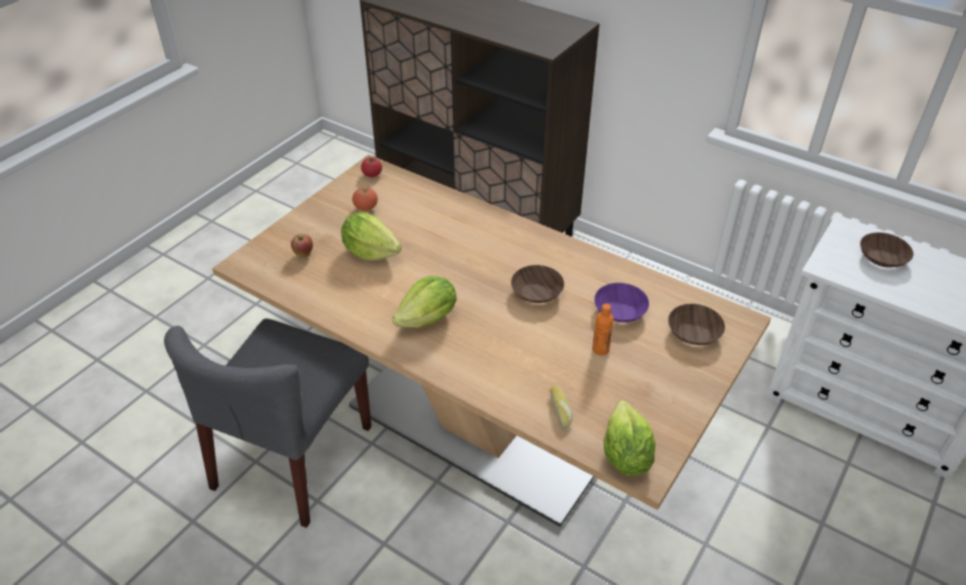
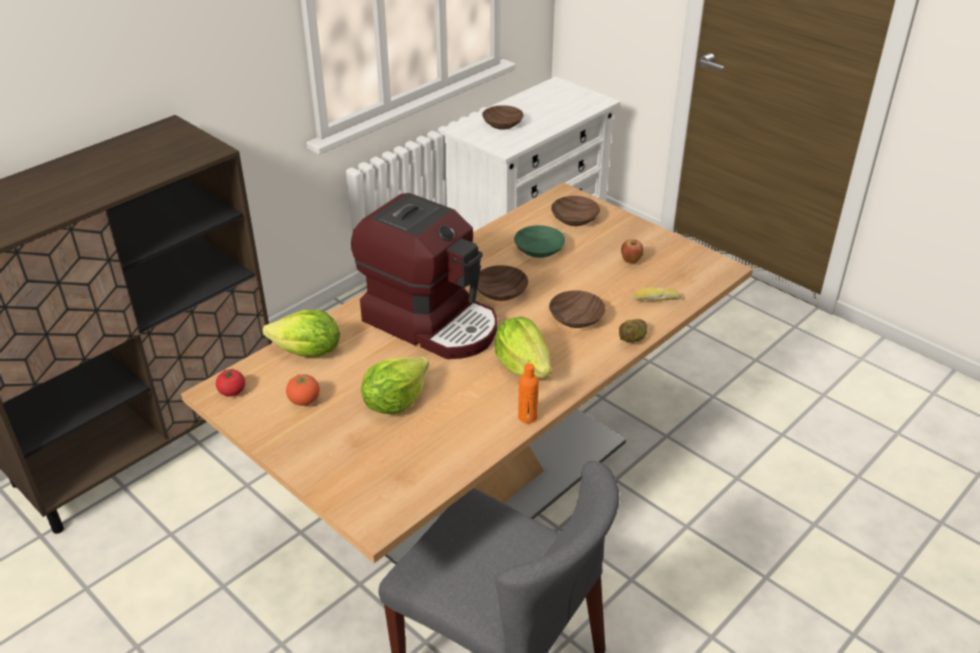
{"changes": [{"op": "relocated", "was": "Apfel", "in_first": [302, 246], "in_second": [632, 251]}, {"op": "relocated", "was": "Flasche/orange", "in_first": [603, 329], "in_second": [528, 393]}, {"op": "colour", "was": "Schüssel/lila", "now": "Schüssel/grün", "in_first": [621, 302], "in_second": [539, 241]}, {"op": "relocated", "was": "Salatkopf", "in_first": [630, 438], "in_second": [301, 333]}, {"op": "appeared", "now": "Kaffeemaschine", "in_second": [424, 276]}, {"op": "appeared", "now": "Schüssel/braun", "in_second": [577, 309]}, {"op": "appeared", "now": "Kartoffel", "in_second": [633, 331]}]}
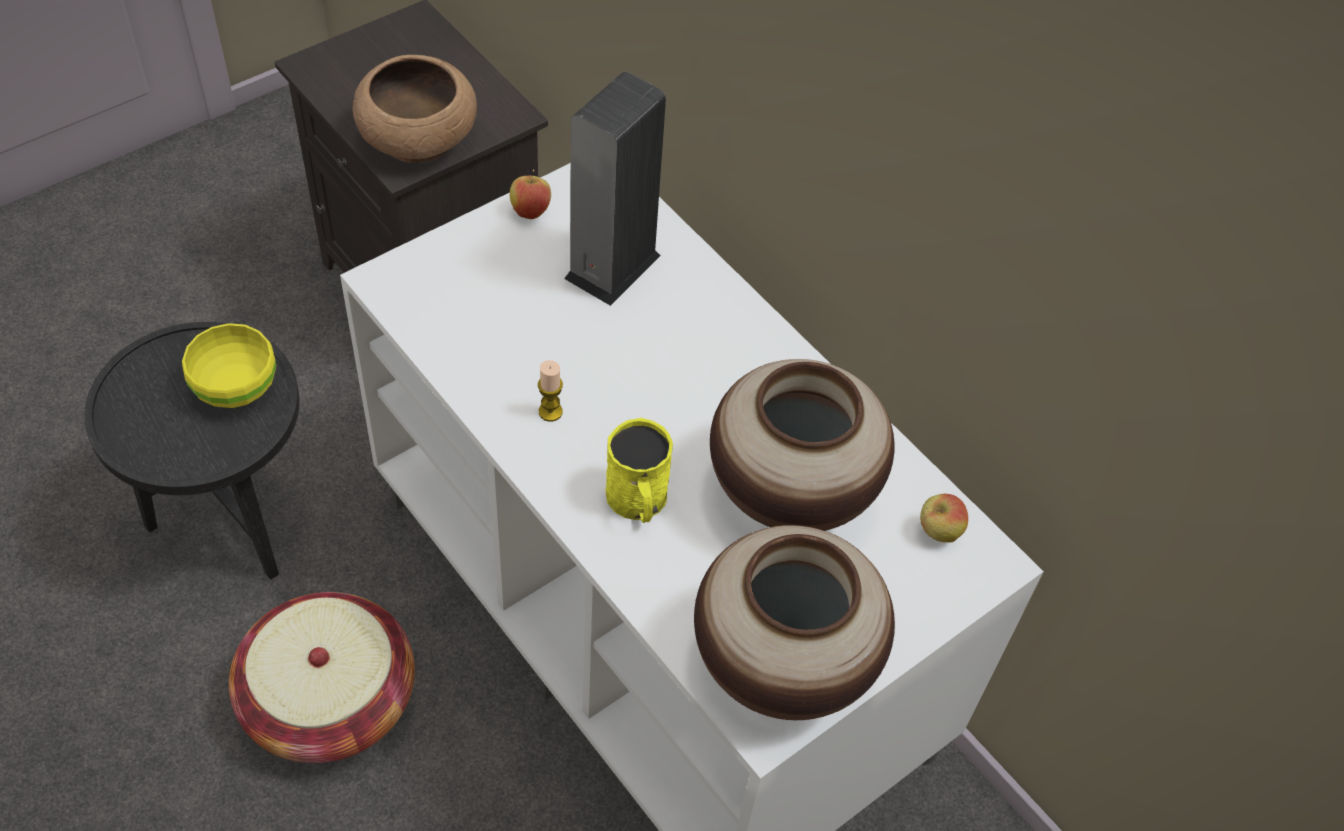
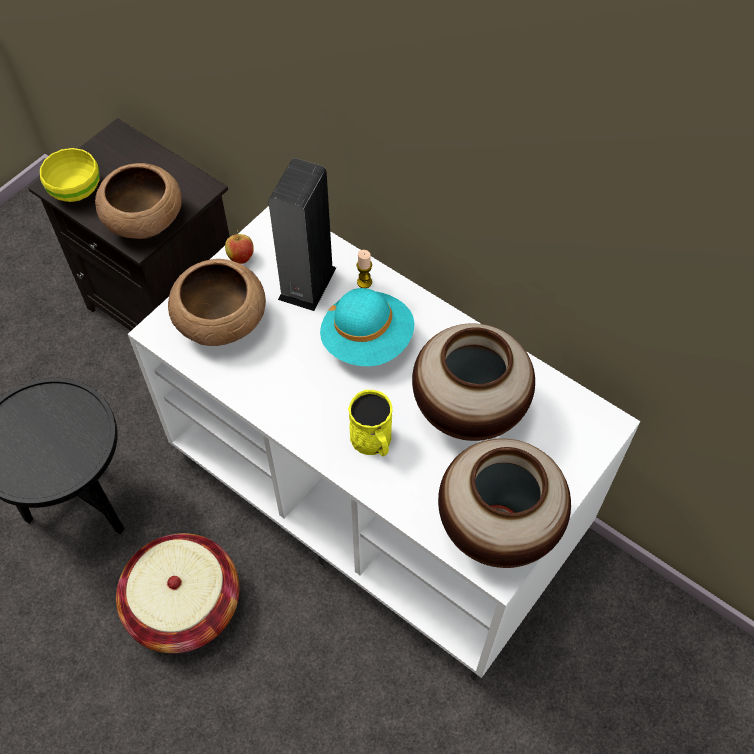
{"changes": [{"op": "relocated", "was": "Schüssel/gelb", "in_first": [229, 365], "in_second": [70, 175]}, {"op": "relocated", "was": "Kerze", "in_first": [550, 390], "in_second": [364, 269]}, {"op": "missing", "was": "Apfel", "in_first": [944, 518]}, {"op": "appeared", "now": "Schüssel/braun", "in_second": [217, 302]}, {"op": "appeared", "now": "Hut/türkis", "in_second": [367, 327]}]}
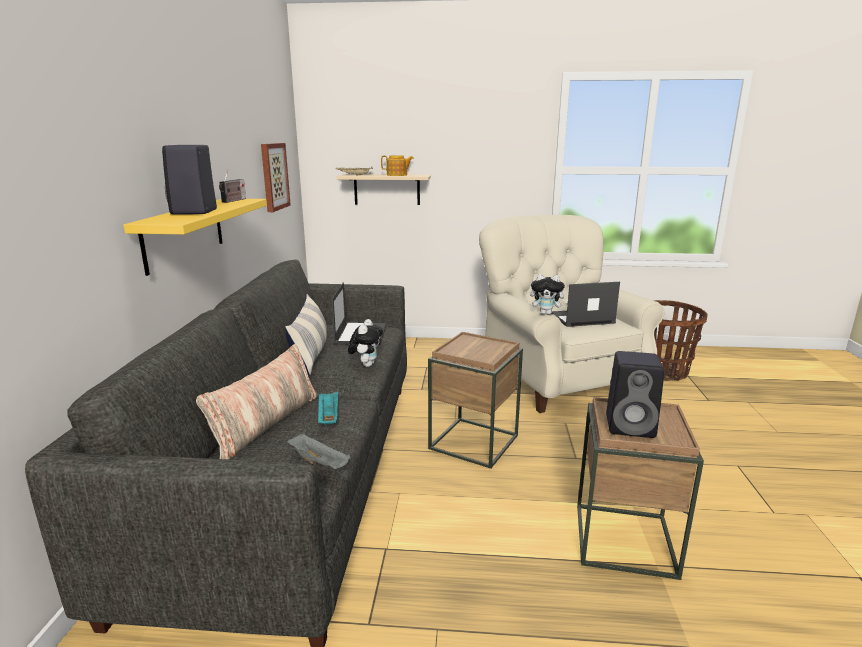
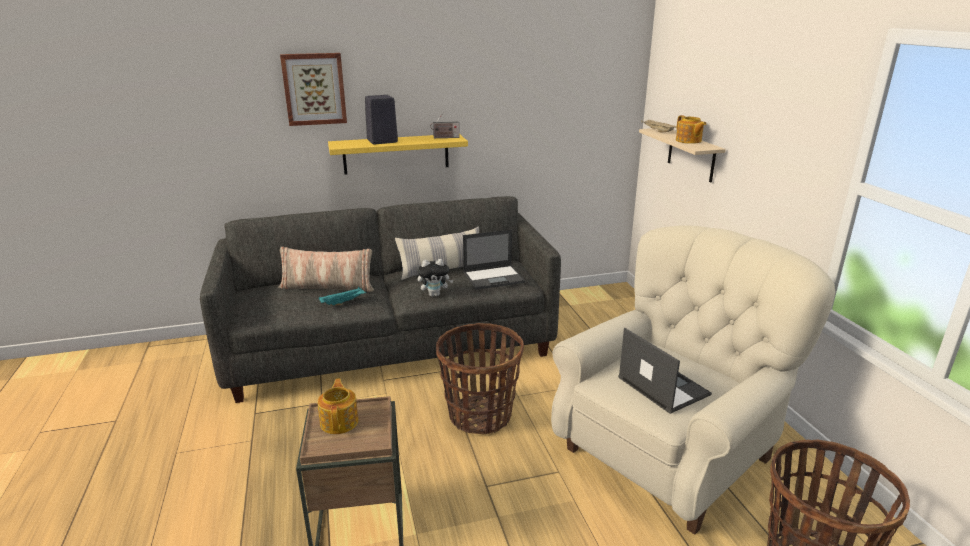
{"changes": [{"op": "relocated", "was": "Bild", "in_first": [276, 177], "in_second": [313, 89]}, {"op": "missing", "was": "Tablett/grau", "in_first": [319, 451]}, {"op": "exchanged", "was": "Beistelltisch/braun", "now": "Korb", "in_first": [475, 400], "in_second": [480, 378]}, {"op": "missing", "was": "Plüschtier", "in_first": [549, 294]}, {"op": "exchanged", "was": "Lautsprecher/schwarz", "now": "Teekanne", "in_first": [635, 394], "in_second": [337, 406]}]}
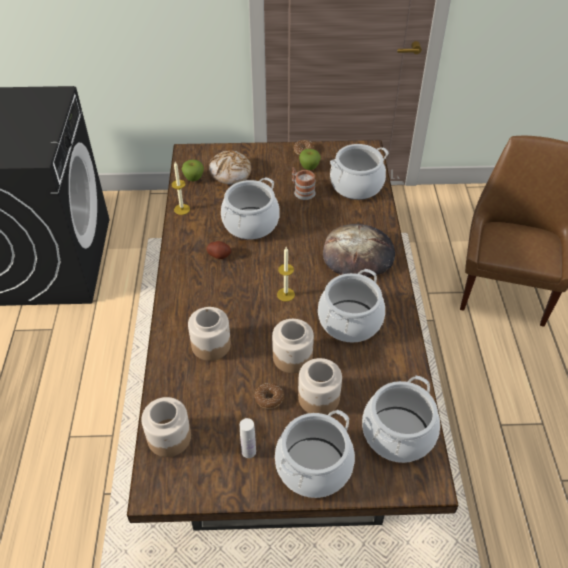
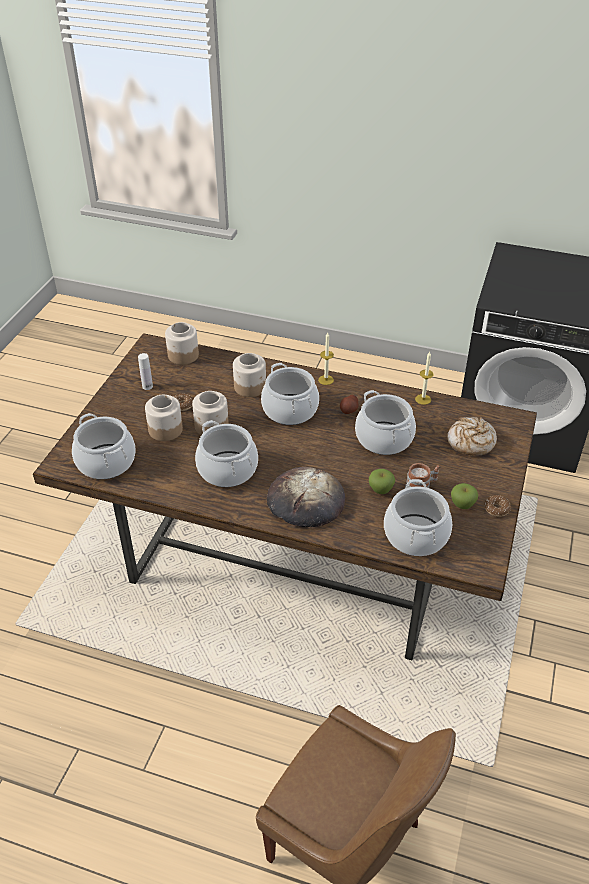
{"changes": [{"op": "relocated", "was": "Apfel", "in_first": [193, 170], "in_second": [382, 481]}, {"op": "relocated", "was": "Kochtopf", "in_first": [315, 454], "in_second": [290, 394]}, {"op": "relocated", "was": "Kerze", "in_first": [286, 274], "in_second": [326, 359]}]}
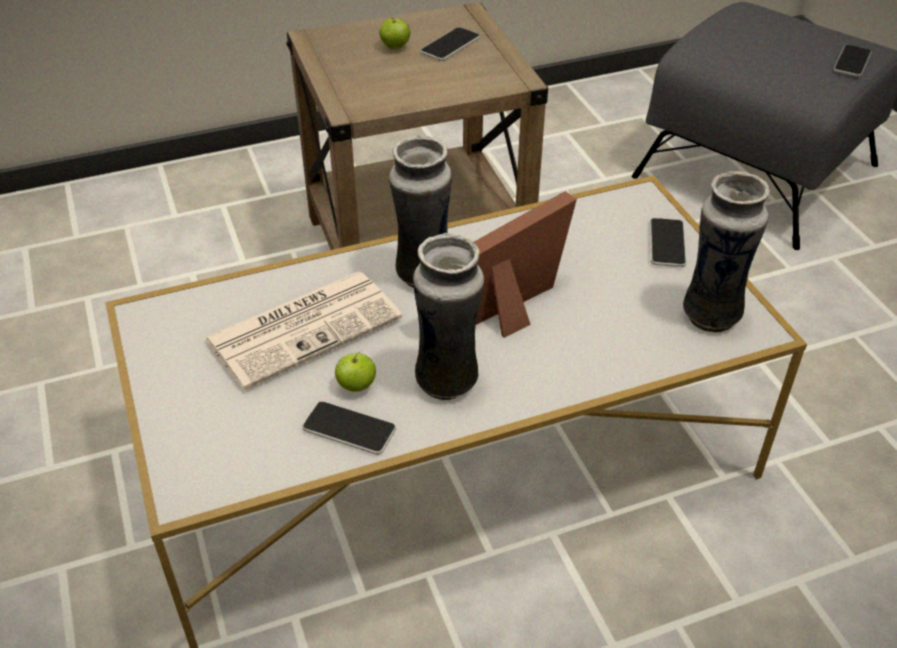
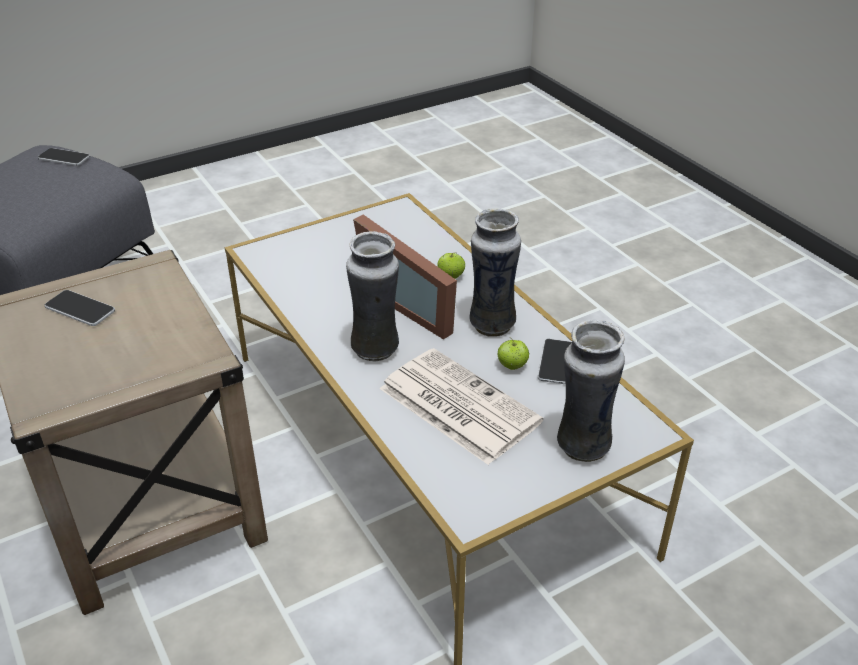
{"changes": [{"op": "relocated", "was": "Apfel", "in_first": [395, 34], "in_second": [451, 265]}, {"op": "missing", "was": "Handy", "in_first": [668, 242]}, {"op": "relocated", "was": "Vase", "in_first": [726, 252], "in_second": [591, 391]}]}
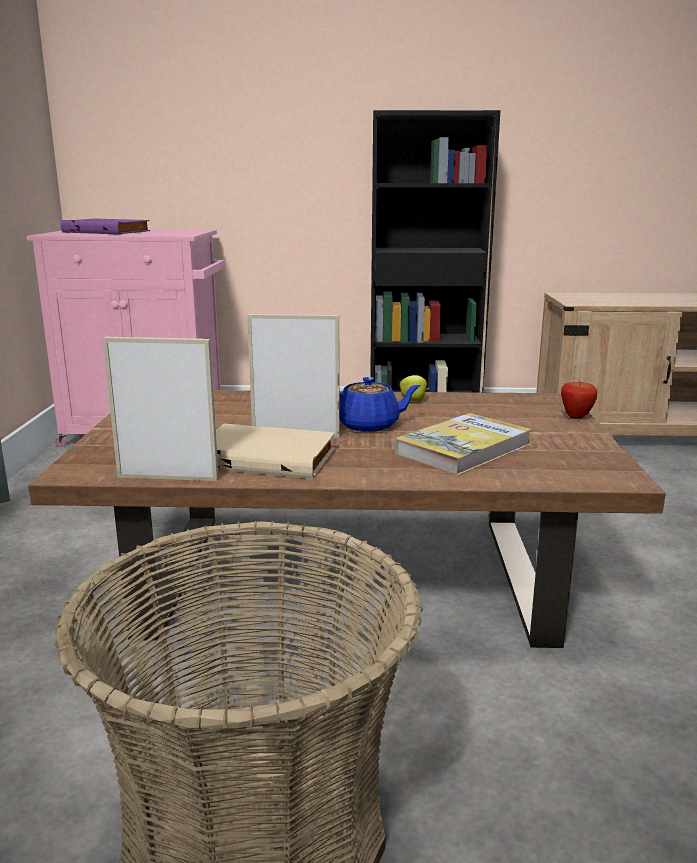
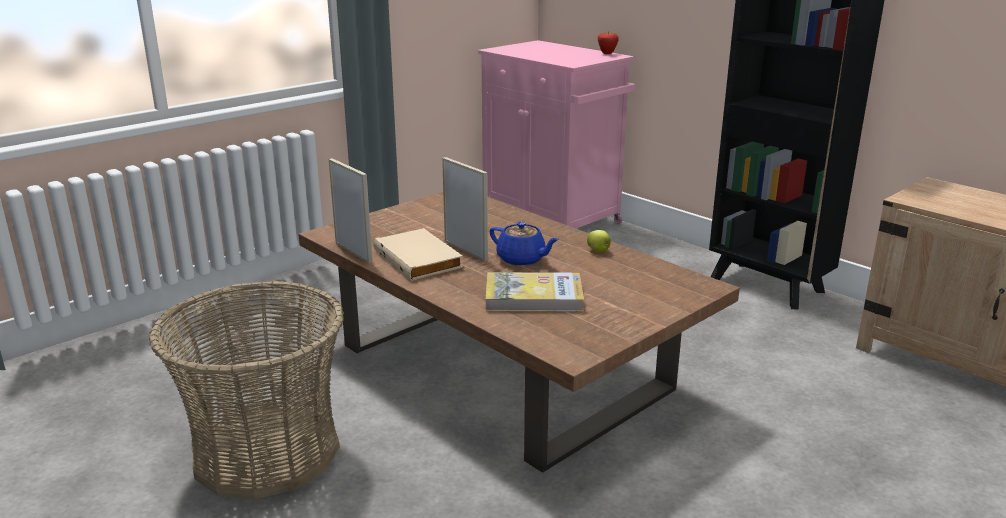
{"changes": [{"op": "missing", "was": "Buch/lila", "in_first": [105, 227]}, {"op": "relocated", "was": "Apfel", "in_first": [579, 400], "in_second": [608, 43]}]}
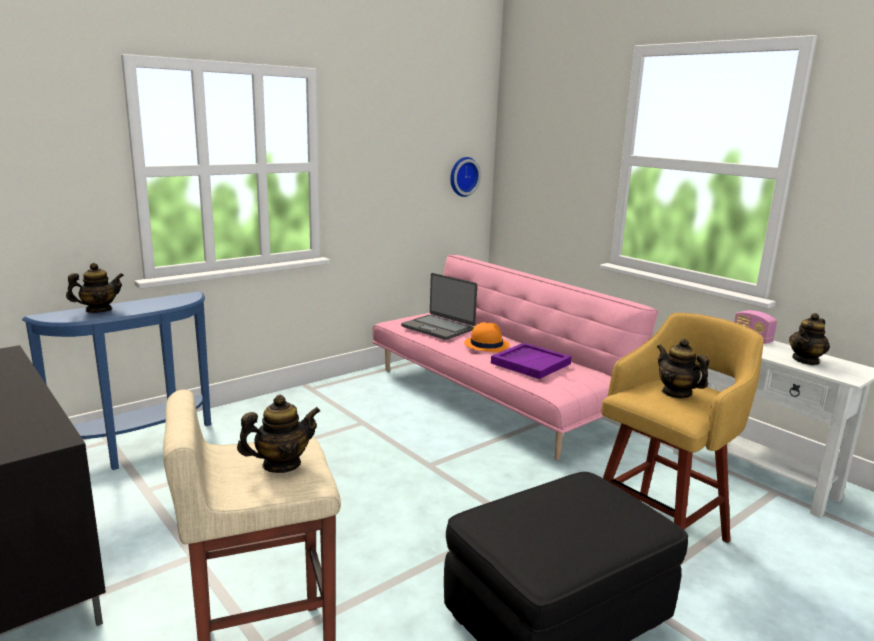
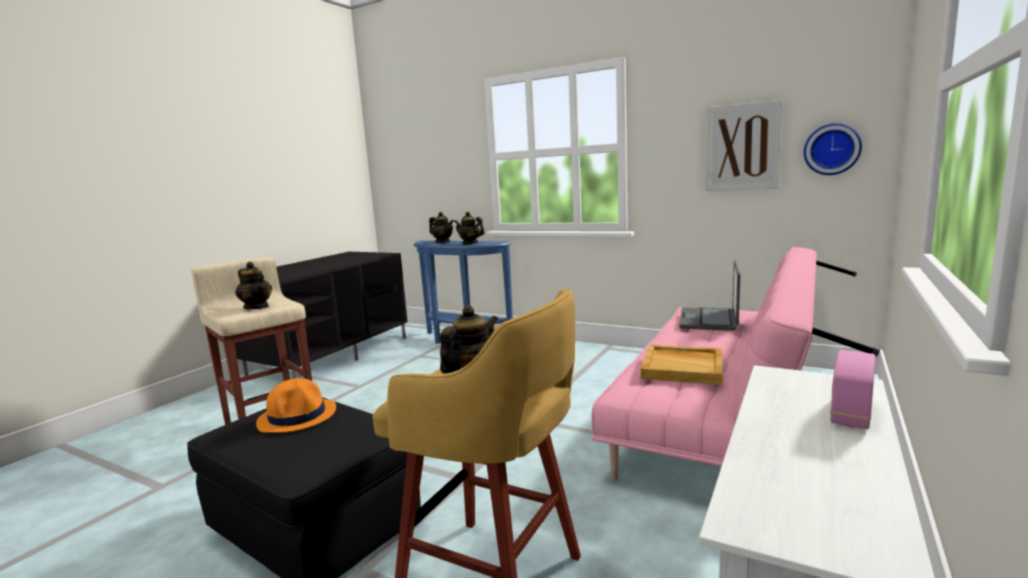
{"changes": [{"op": "relocated", "was": "Hut/orange", "in_first": [487, 337], "in_second": [296, 405]}, {"op": "colour", "was": "Tablett/lila", "now": "Tablett/beige", "in_first": [531, 361], "in_second": [682, 365]}, {"op": "relocated", "was": "Teekanne", "in_first": [809, 339], "in_second": [469, 228]}, {"op": "appeared", "now": "Bild", "in_second": [744, 145]}]}
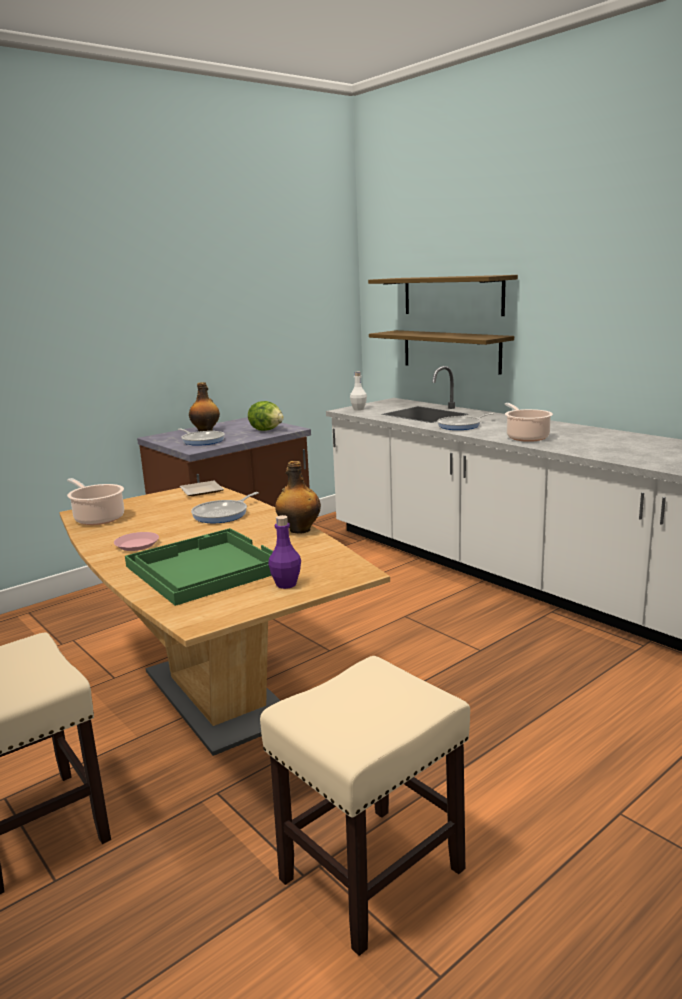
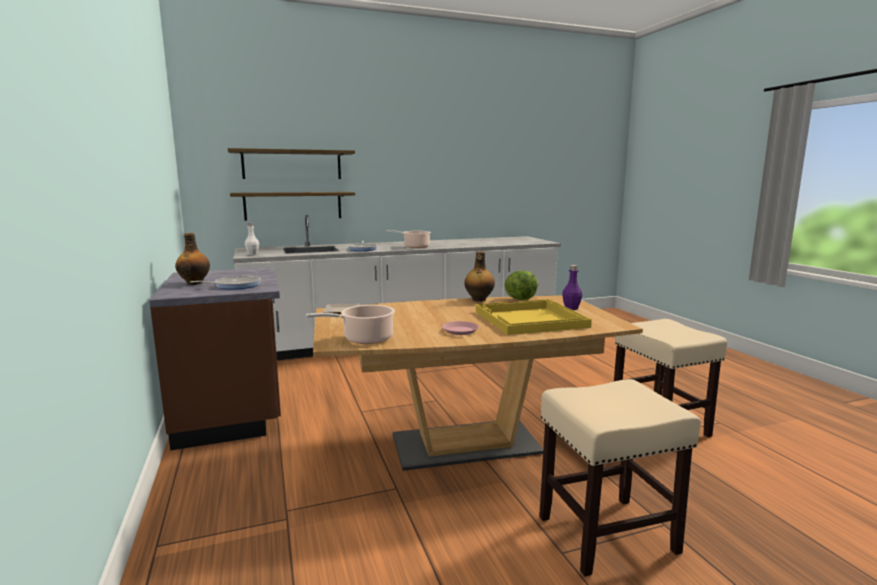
{"changes": [{"op": "colour", "was": "Tablett/grün", "now": "Tablett/gelb", "in_first": [199, 567], "in_second": [534, 317]}, {"op": "missing", "was": "Pfanne", "in_first": [225, 507]}, {"op": "relocated", "was": "Salatkopf", "in_first": [266, 416], "in_second": [521, 285]}]}
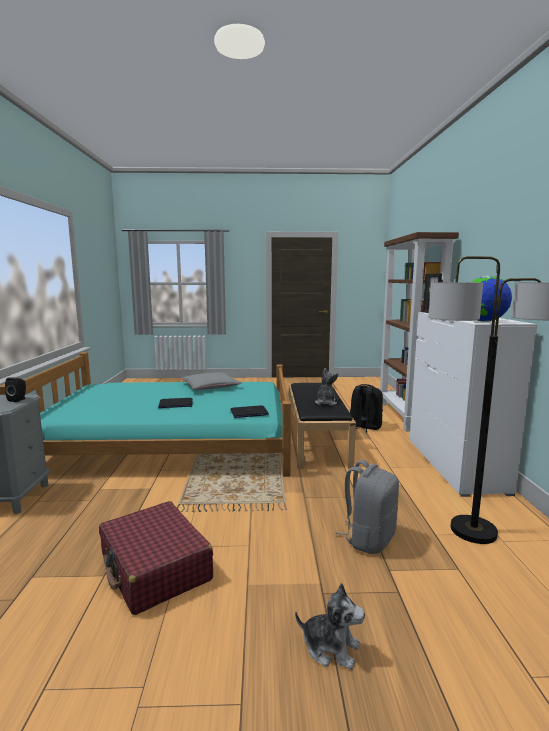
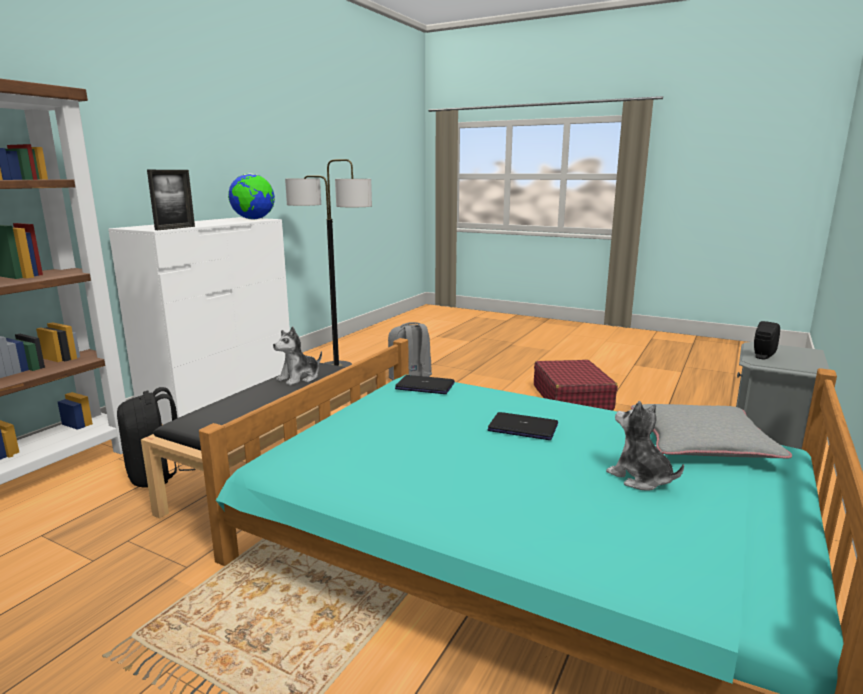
{"changes": [{"op": "relocated", "was": "Kissen/grau", "in_first": [211, 381], "in_second": [711, 431]}, {"op": "relocated", "was": "Plüschtier", "in_first": [330, 626], "in_second": [645, 445]}]}
